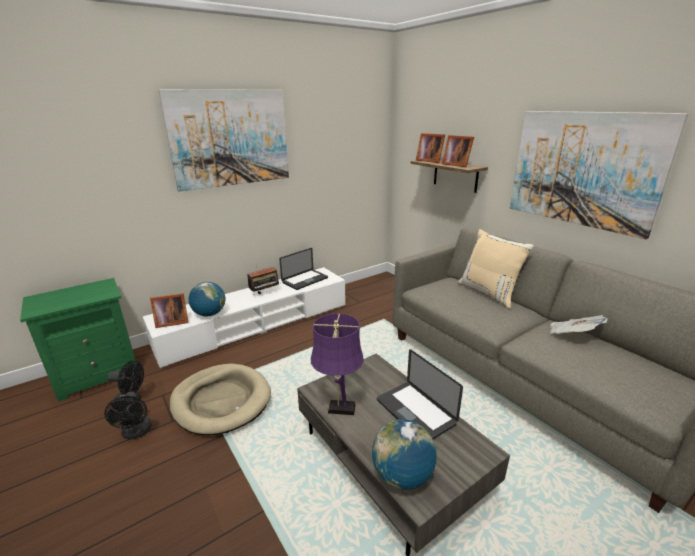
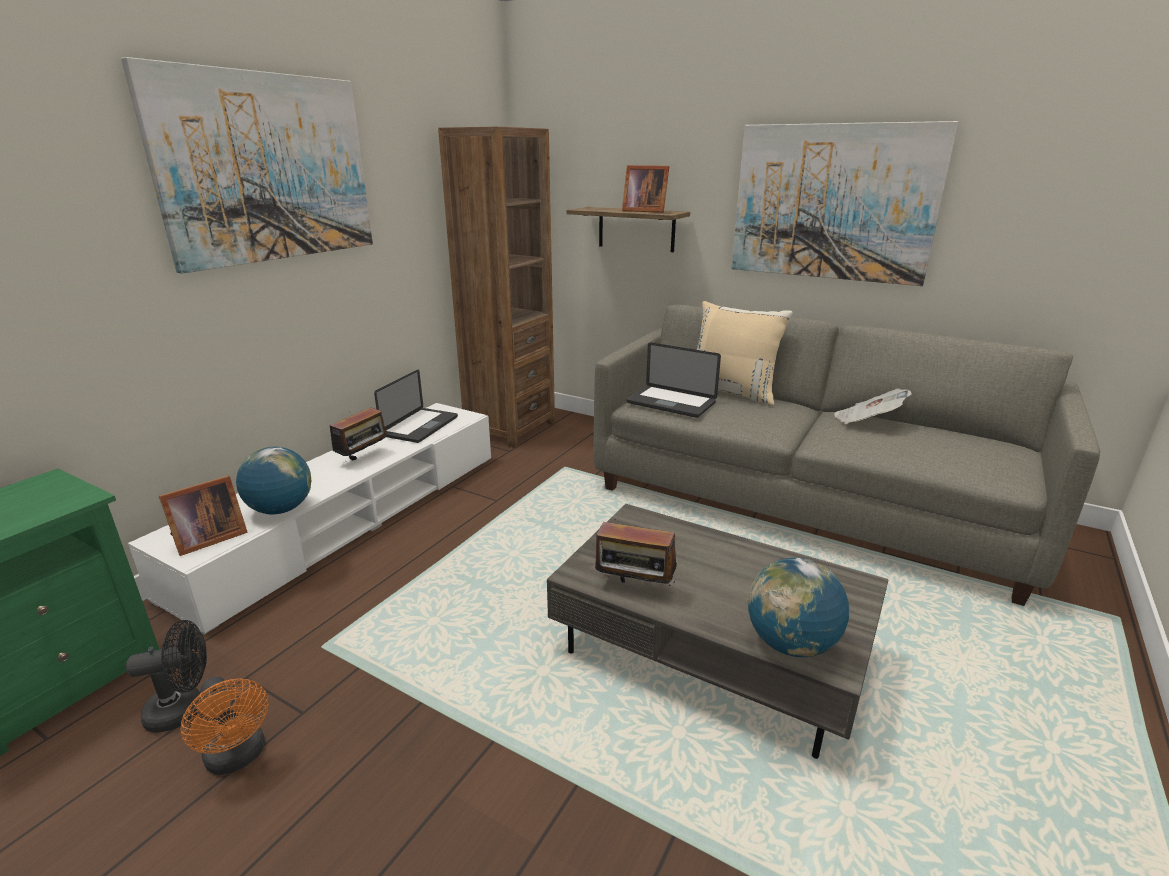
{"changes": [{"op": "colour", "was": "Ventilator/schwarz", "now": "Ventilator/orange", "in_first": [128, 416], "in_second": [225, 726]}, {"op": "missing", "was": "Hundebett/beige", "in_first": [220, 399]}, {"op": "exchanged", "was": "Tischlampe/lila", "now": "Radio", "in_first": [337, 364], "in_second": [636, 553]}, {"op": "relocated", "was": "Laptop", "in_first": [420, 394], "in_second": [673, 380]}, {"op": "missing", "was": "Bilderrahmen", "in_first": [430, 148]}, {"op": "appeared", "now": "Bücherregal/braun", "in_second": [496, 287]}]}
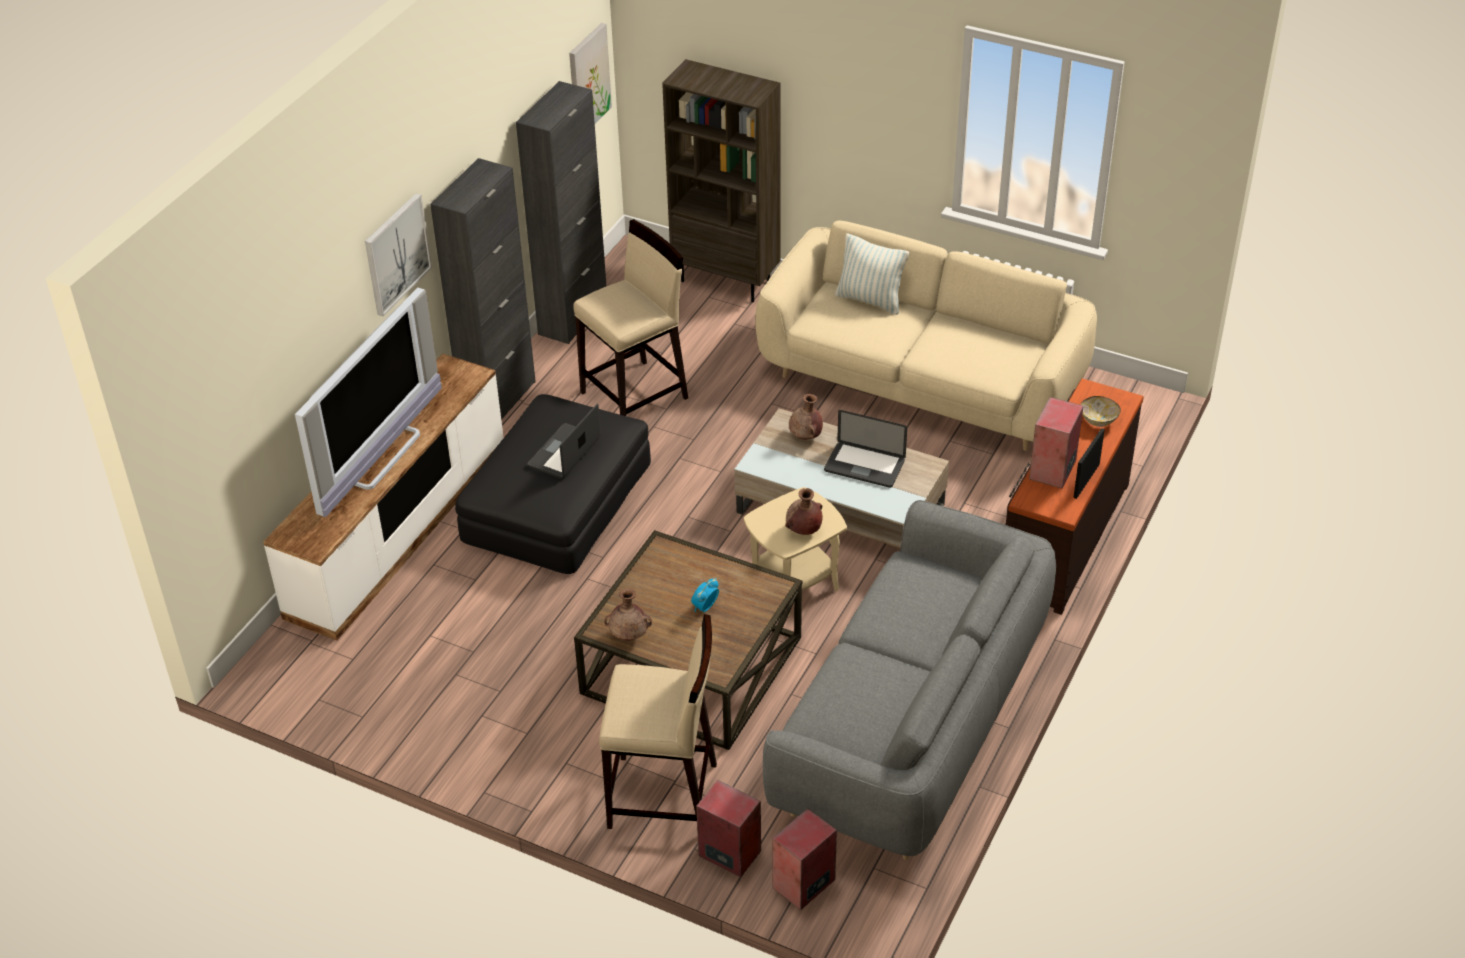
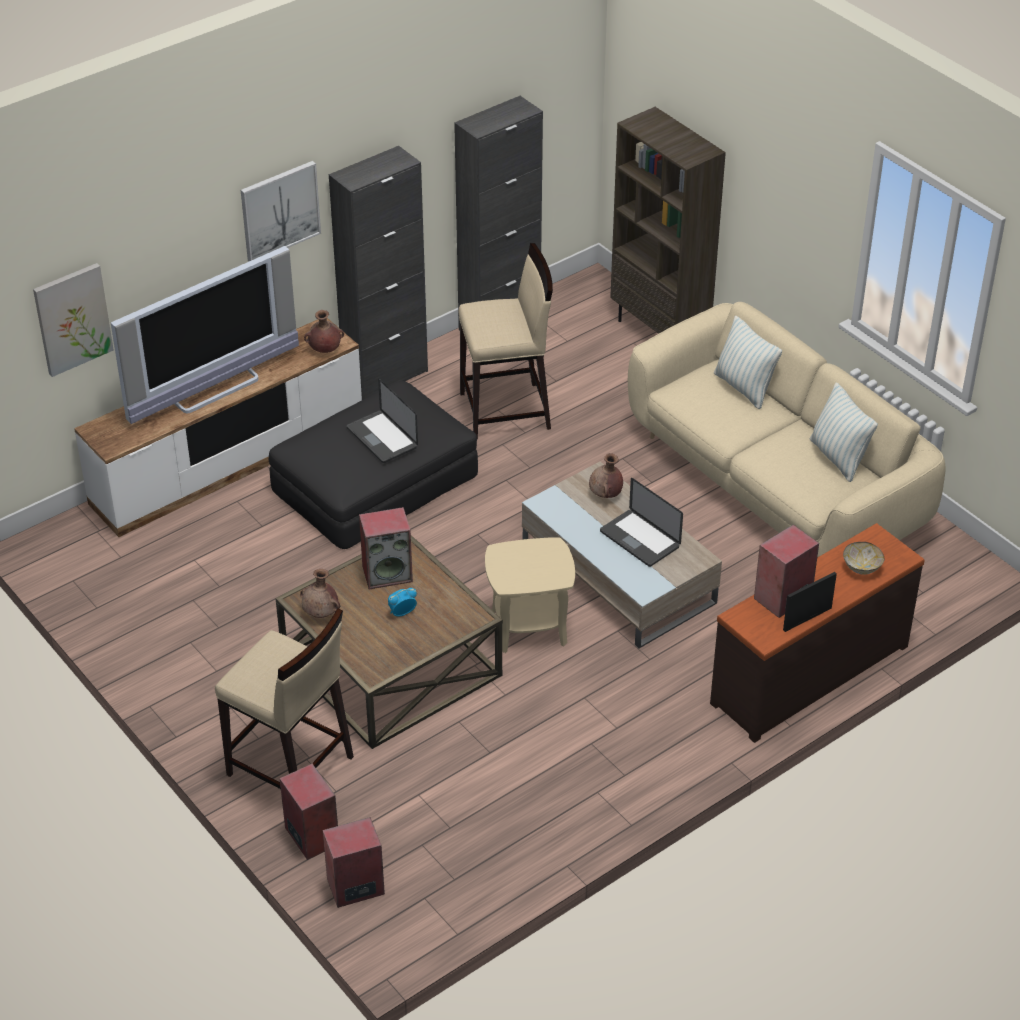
{"changes": [{"op": "spun", "was": "Laptop", "in_first": [564, 441], "in_second": [382, 421], "clockwise": -90}, {"op": "relocated", "was": "Bild", "in_first": [590, 73], "in_second": [73, 320]}, {"op": "missing", "was": "Sofa/grau", "in_first": [909, 680]}, {"op": "relocated", "was": "Vase/braun", "in_first": [804, 511], "in_second": [324, 331]}, {"op": "appeared", "now": "Lautsprecher", "in_second": [386, 548]}, {"op": "appeared", "now": "Kissen", "in_second": [844, 432]}]}
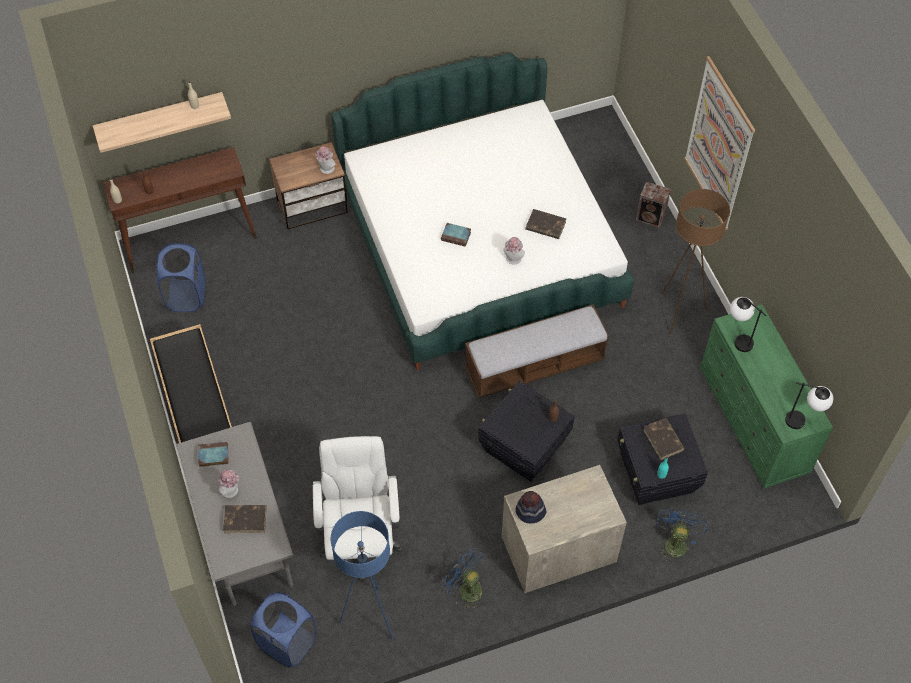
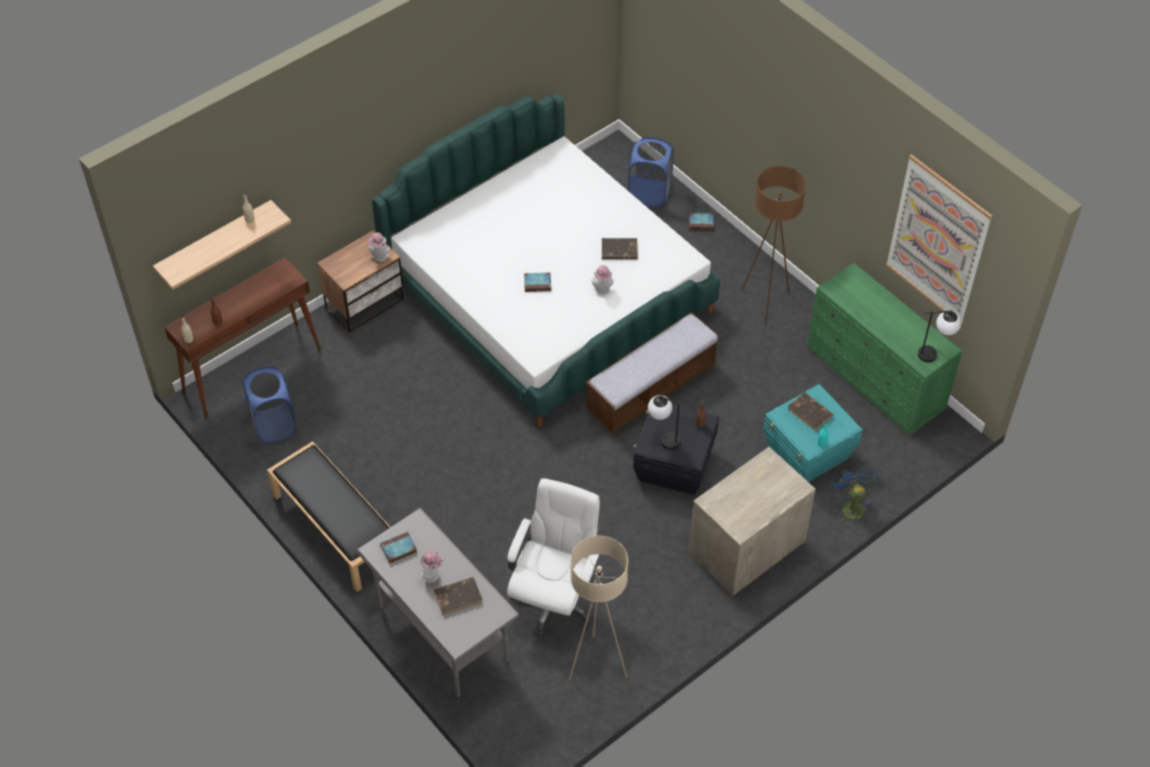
{"changes": [{"op": "relocated", "was": "Wäschekorb/blau", "in_first": [283, 629], "in_second": [651, 172]}, {"op": "spun", "was": "Bürostuhl/weiß", "in_first": [358, 508], "in_second": [553, 557], "clockwise": 45}, {"op": "colour", "was": "Stehlampe/blau", "now": "Stehlampe/beige", "in_first": [362, 575], "in_second": [598, 608]}, {"op": "missing", "was": "Ventilator/blau", "in_first": [463, 578]}, {"op": "missing", "was": "Hut", "in_first": [530, 507]}, {"op": "colour", "was": "Aufbewahrungsbox/schwarz", "now": "Aufbewahrungsbox/türkis", "in_first": [662, 459], "in_second": [812, 433]}, {"op": "exchanged", "was": "Lautsprecher", "now": "Buch", "in_first": [653, 205], "in_second": [701, 222]}, {"op": "relocated", "was": "Bild", "in_first": [719, 143], "in_second": [939, 239]}, {"op": "relocated", "was": "Tischlampe", "in_first": [748, 324], "in_second": [667, 422]}]}
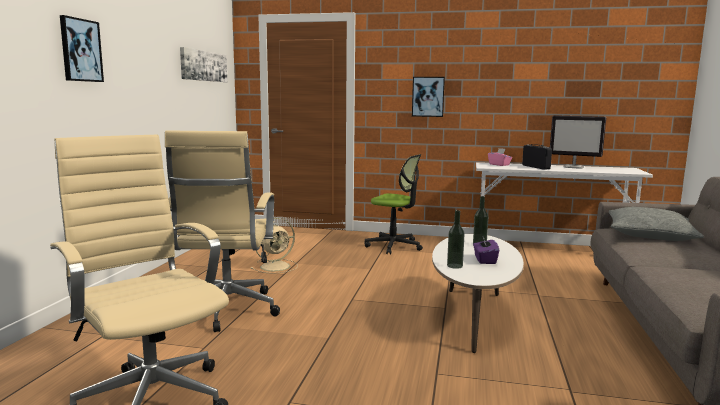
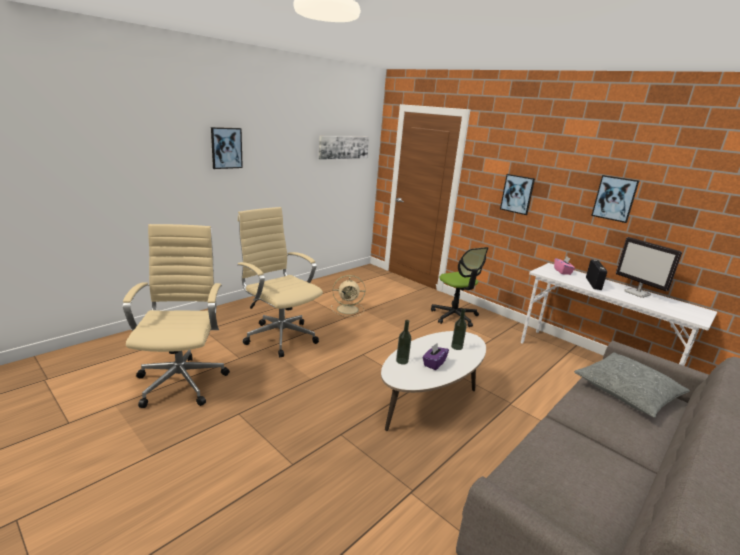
{"changes": [{"op": "spun", "was": "Bürostuhl/beige", "in_first": [222, 231], "in_second": [280, 282], "clockwise": 105}, {"op": "appeared", "now": "Bild", "in_second": [615, 199]}]}
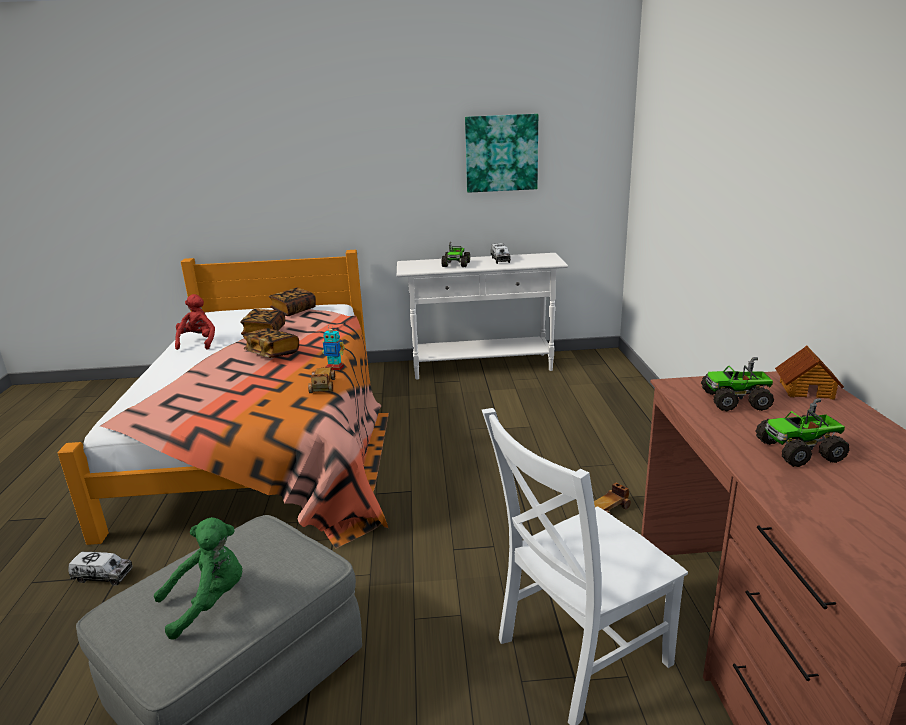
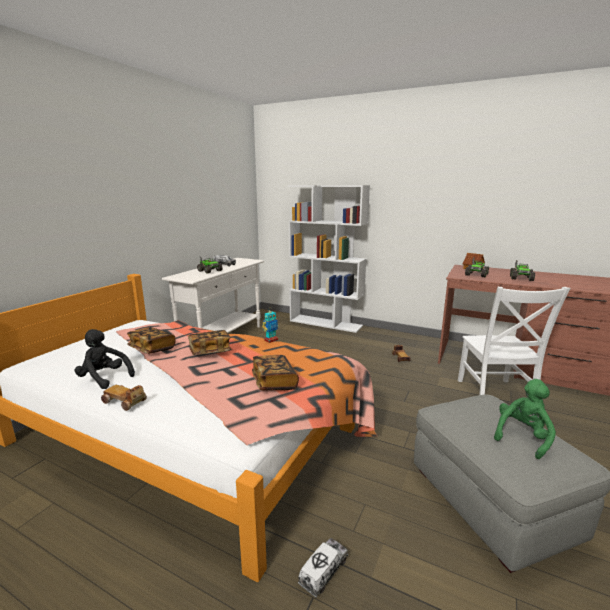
{"changes": [{"op": "spun", "was": "Plüschtier/grün", "in_first": [198, 578], "in_second": [525, 419], "clockwise": 45}, {"op": "colour", "was": "Plüschtier/rot", "now": "Plüschtier/schwarz", "in_first": [195, 322], "in_second": [105, 359]}, {"op": "relocated", "was": "Buch", "in_first": [292, 302], "in_second": [275, 372]}, {"op": "relocated", "was": "Spielzeugauto", "in_first": [321, 380], "in_second": [124, 398]}, {"op": "missing", "was": "Bild", "in_first": [501, 153]}, {"op": "appeared", "now": "Bücherregal/weiß", "in_second": [329, 259]}]}
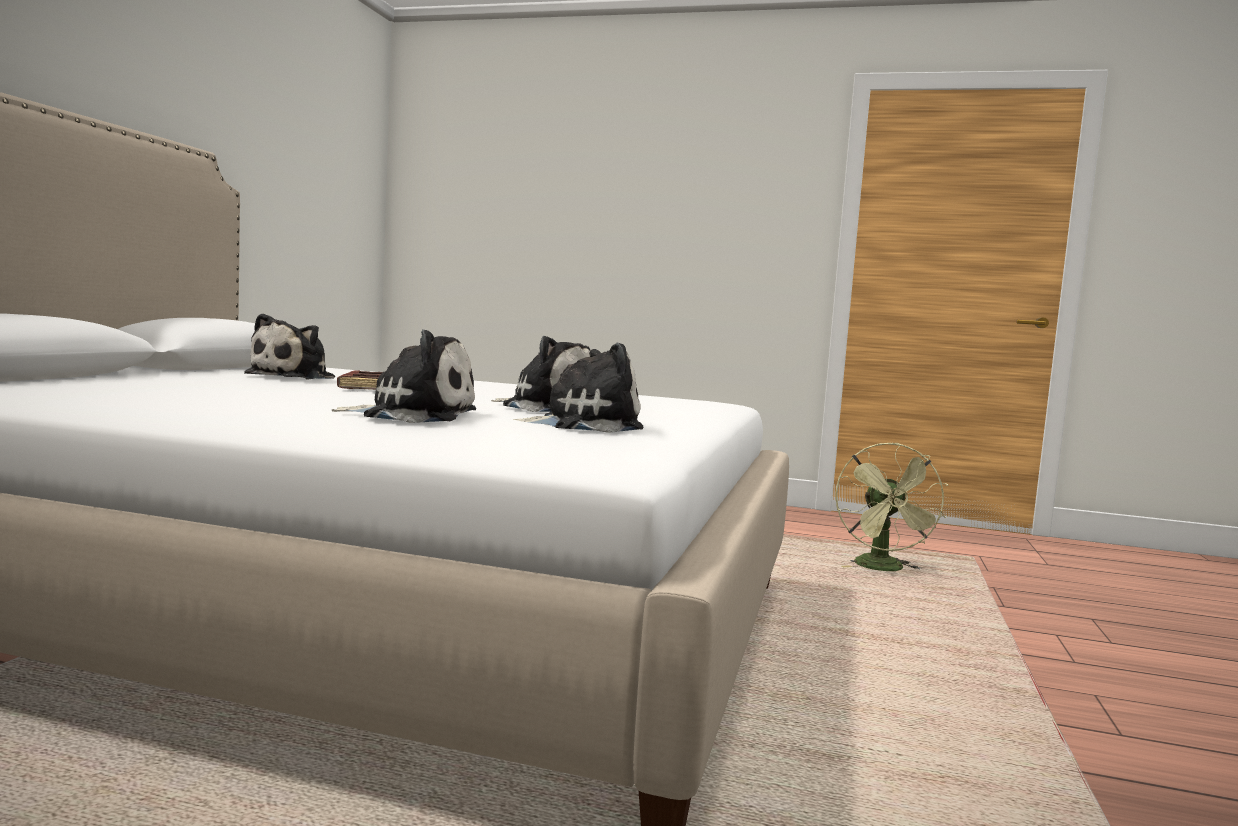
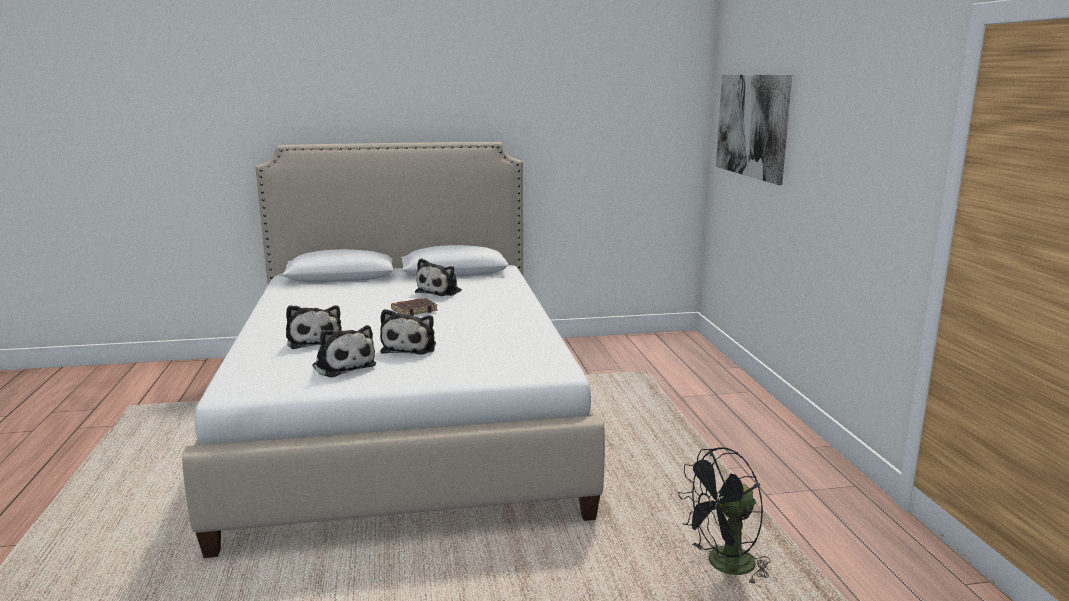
{"changes": [{"op": "spun", "was": "Plüschtier", "in_first": [289, 347], "in_second": [438, 277], "clockwise": -60}, {"op": "colour", "was": "Ventilator/grün", "now": "Ventilator/schwarz", "in_first": [891, 506], "in_second": [724, 516]}, {"op": "appeared", "now": "Bild", "in_second": [754, 129]}]}
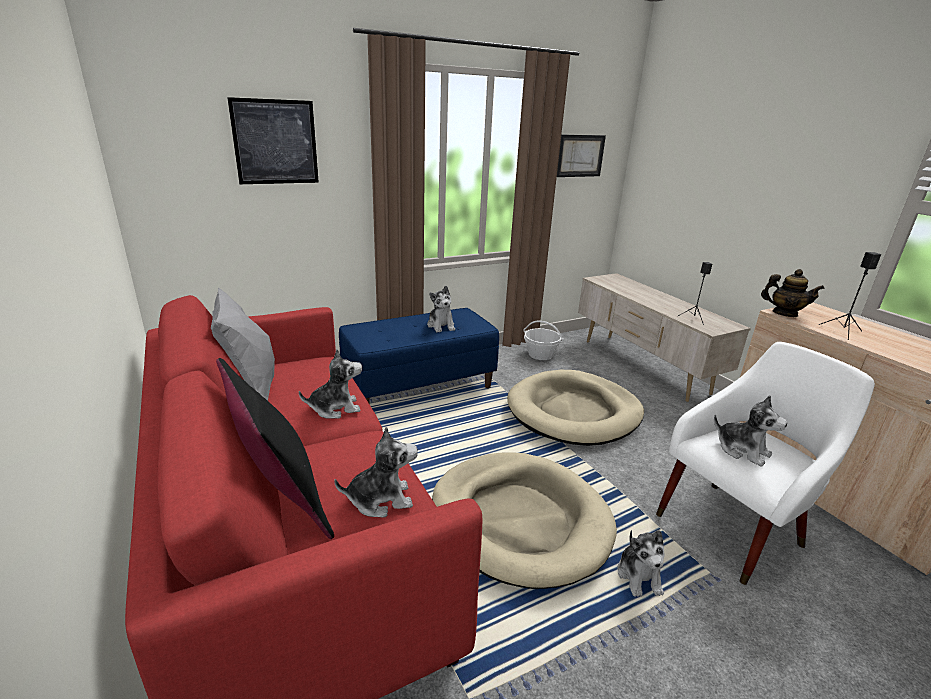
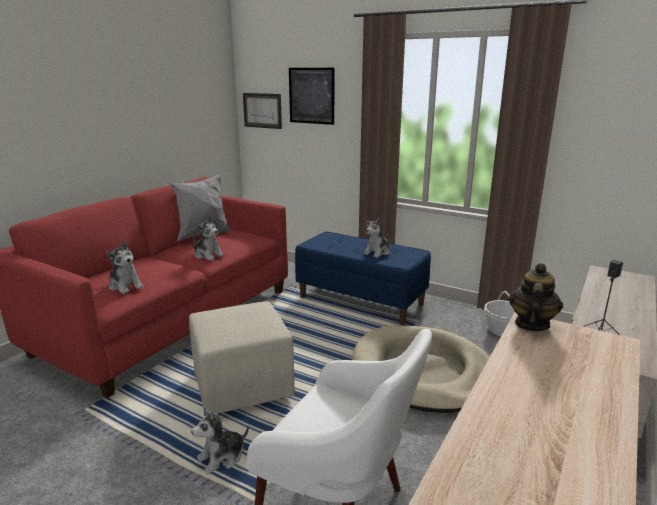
{"changes": [{"op": "missing", "was": "Kissen/schwarz", "in_first": [275, 448]}, {"op": "exchanged", "was": "Hundebett/beige", "now": "Polsterhocker/beige", "in_first": [524, 520], "in_second": [242, 357]}, {"op": "relocated", "was": "Bild", "in_first": [581, 156], "in_second": [262, 111]}, {"op": "missing", "was": "Plüschtier", "in_first": [750, 431]}, {"op": "spun", "was": "Teekanne", "in_first": [793, 293], "in_second": [536, 297], "clockwise": -150}, {"op": "missing", "was": "Lautsprecher/schwarz", "in_first": [850, 296]}]}
